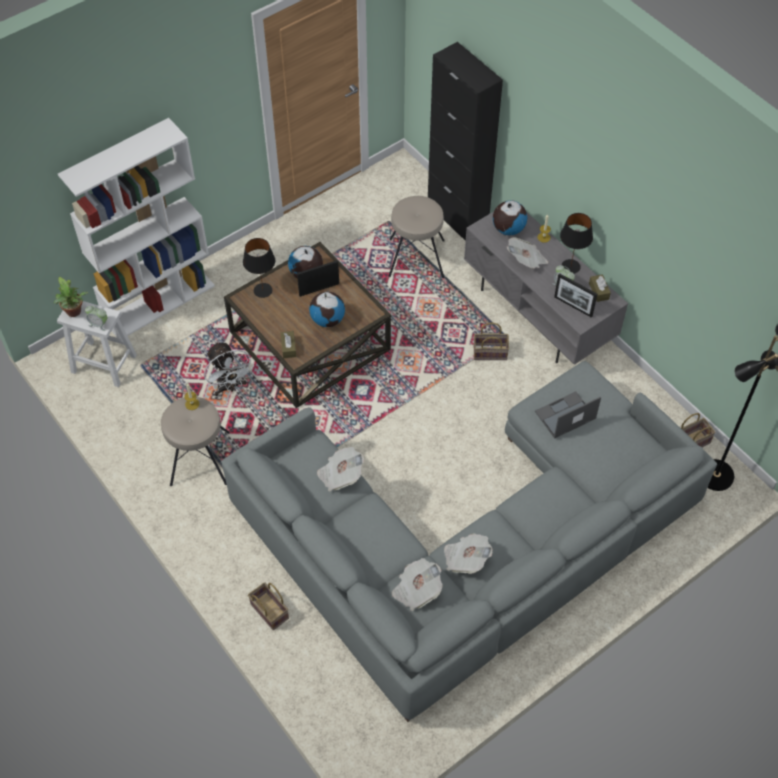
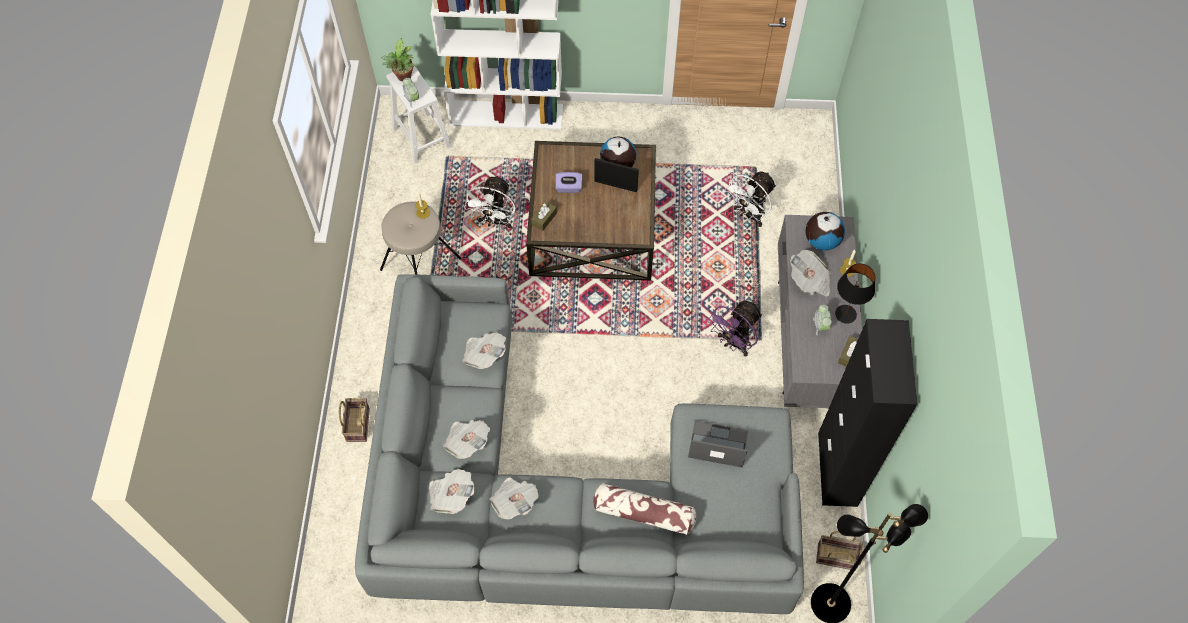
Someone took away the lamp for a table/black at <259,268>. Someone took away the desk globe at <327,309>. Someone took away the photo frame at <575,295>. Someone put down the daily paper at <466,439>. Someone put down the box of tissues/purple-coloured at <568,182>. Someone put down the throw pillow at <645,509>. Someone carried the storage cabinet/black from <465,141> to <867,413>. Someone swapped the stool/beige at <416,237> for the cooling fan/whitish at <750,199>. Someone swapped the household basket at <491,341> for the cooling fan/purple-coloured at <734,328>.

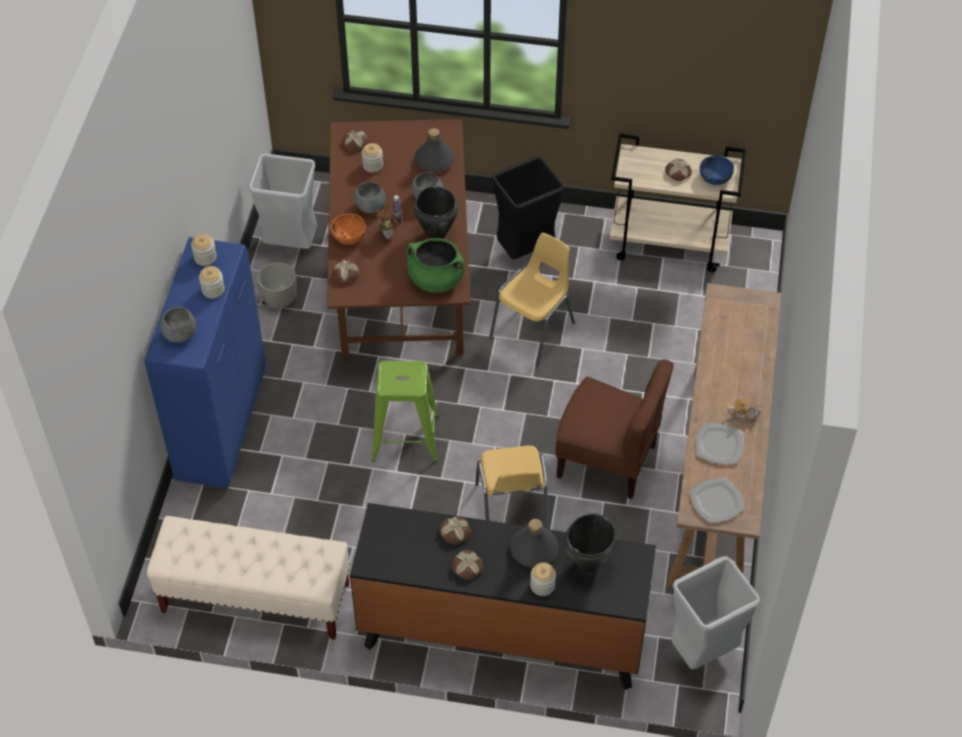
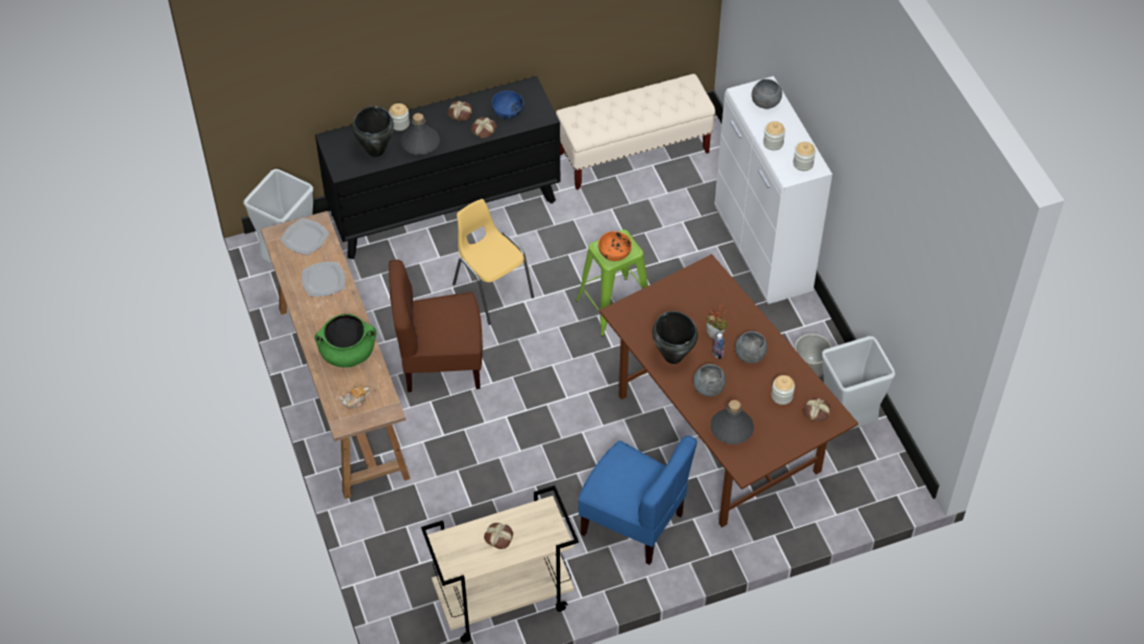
Someone took away the bread at <346,271>. Someone took away the plain chair/yellow at <532,300>. Someone carried the bowl/orange from <348,229> to <615,246>. Someone carried the stockpot/green from <435,265> to <345,341>. Someone carried the bowl/bluish from <716,170> to <508,105>. Someone carried the tea pot from <744,410> to <354,396>. Someone swapped the rubbish bin/black at <528,207> for the plain chair/bluish at <637,500>. Someone repainted the storage cabinet/bluish at <205,362>, which became the storage cabinet/whitish at <773,190>.

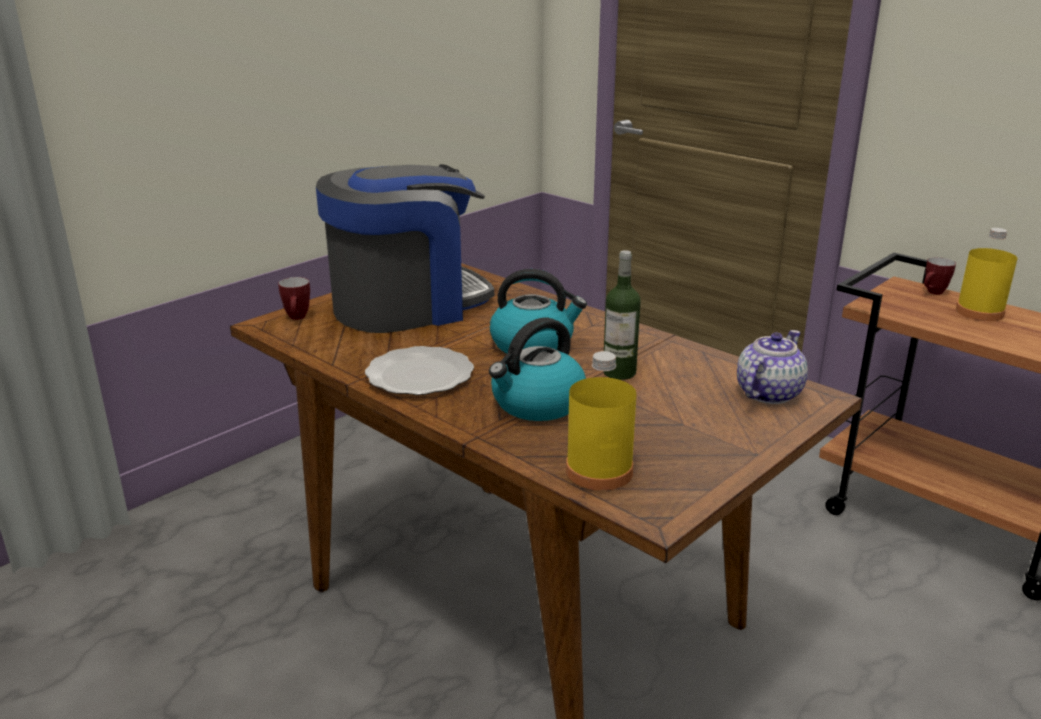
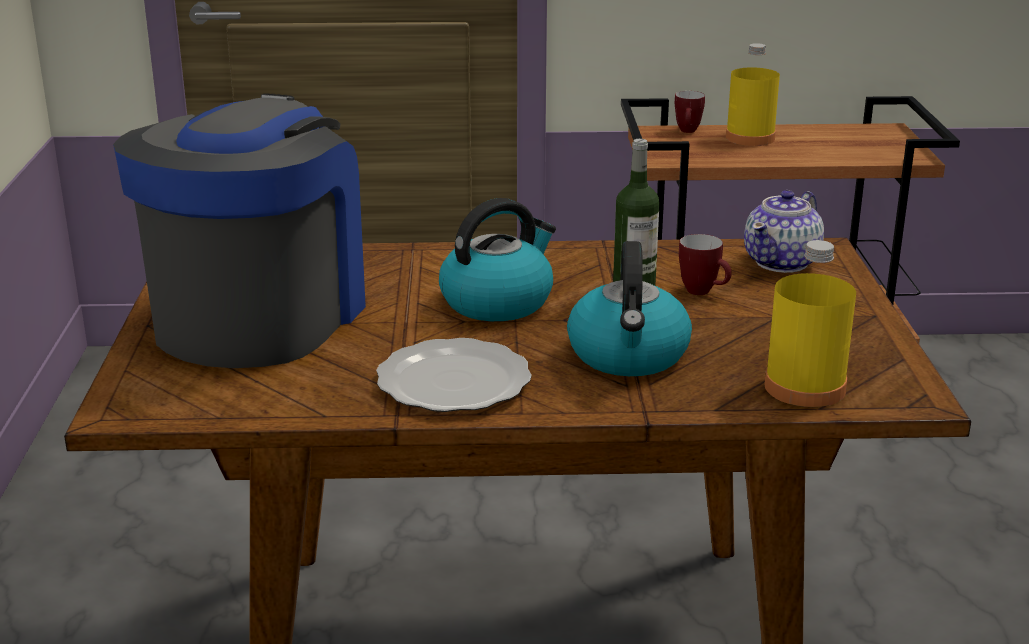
Someone carried the tea mug from <294,298> to <705,264>. Someone rotated the tea pot at <772,367> by 135 degrees counterclockwise.

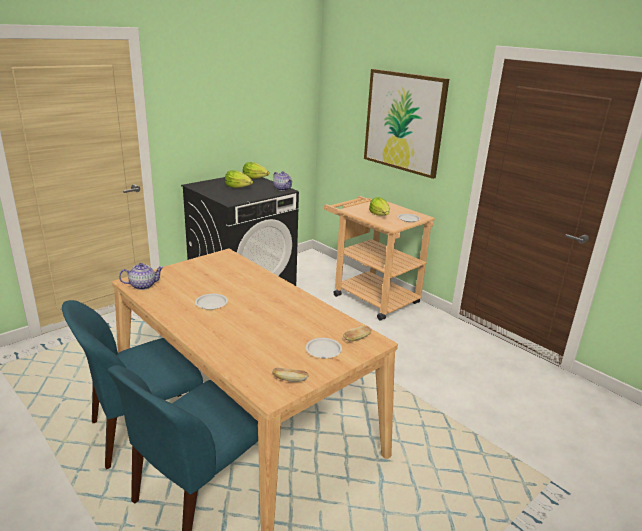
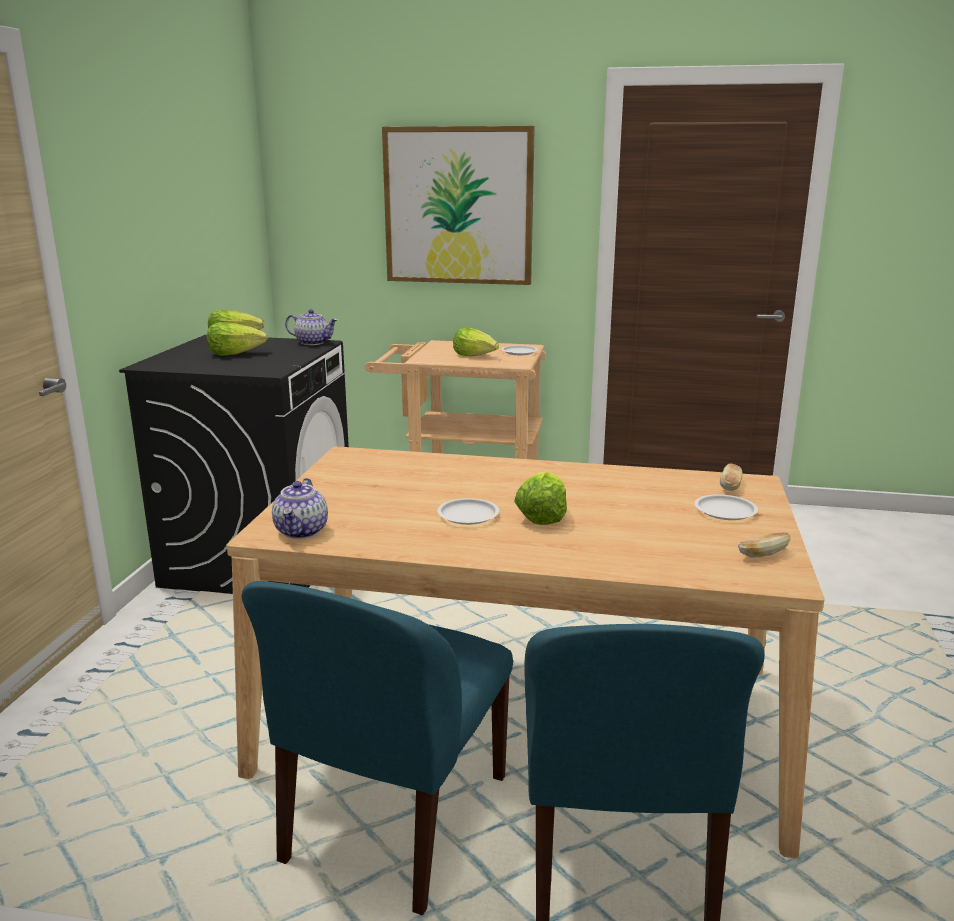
Someone put down the lettuce head at <540,498>. Someone rotated the tea pot at <141,276> by 150 degrees clockwise.

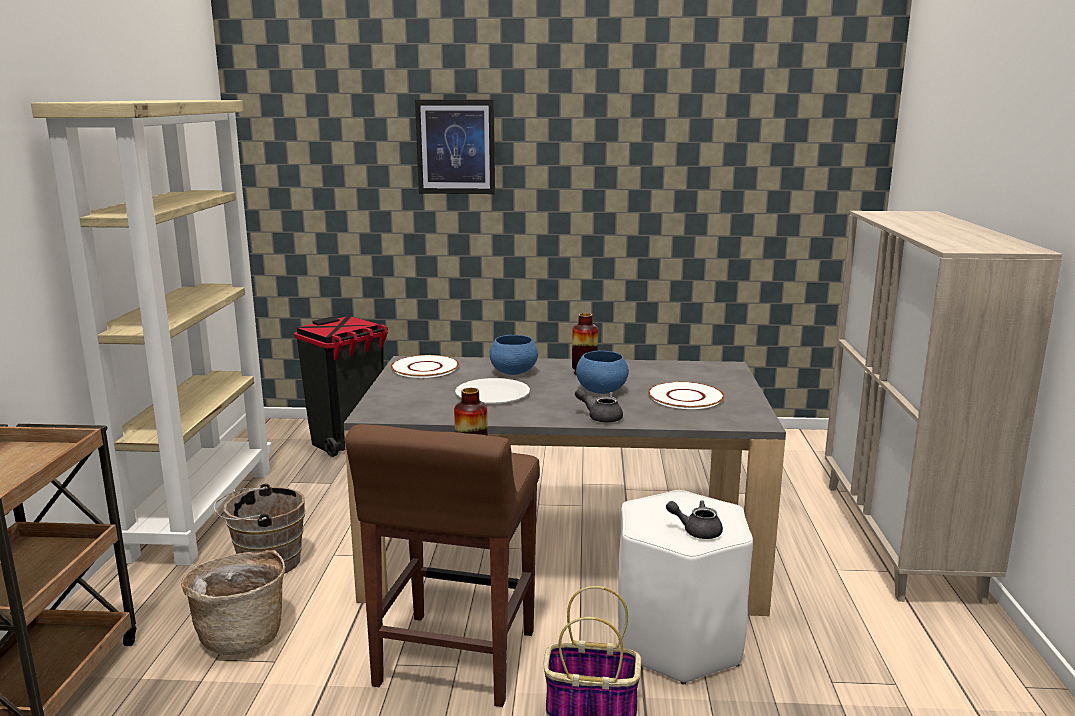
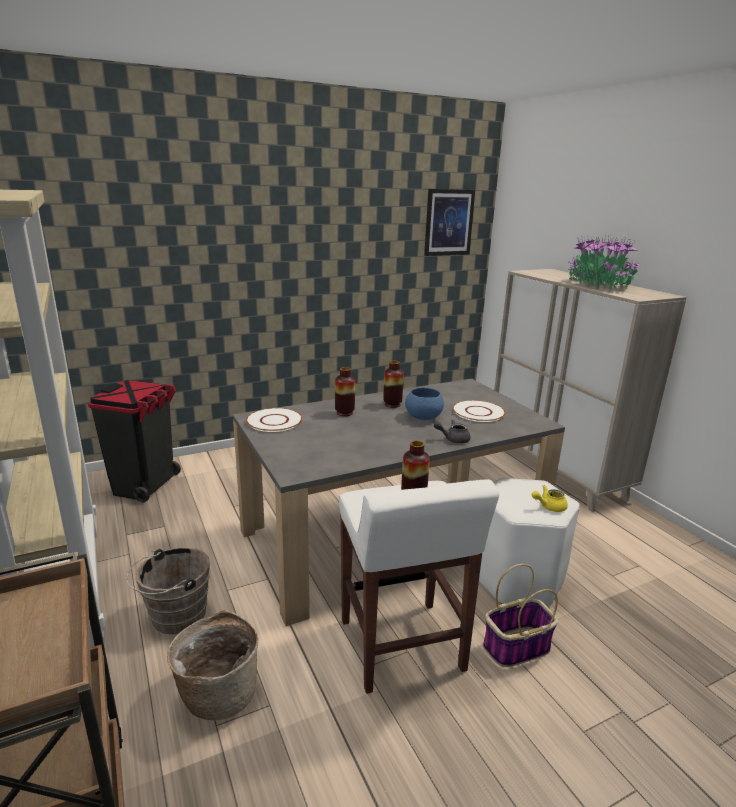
Someone took away the plate/whitish at <492,391>. Someone put down the potted plant at <604,262>. Someone carried the picture from <455,147> to <449,222>. Someone swapped the bowl/bluish at <513,355> for the decorative vase at <345,391>. Someone repainted the stool/brown-coloured at <442,565>, which became the stool/whitish at <419,586>. Someone repainted the tea pot/gray at <694,519>, which became the tea pot/yellow at <550,498>.

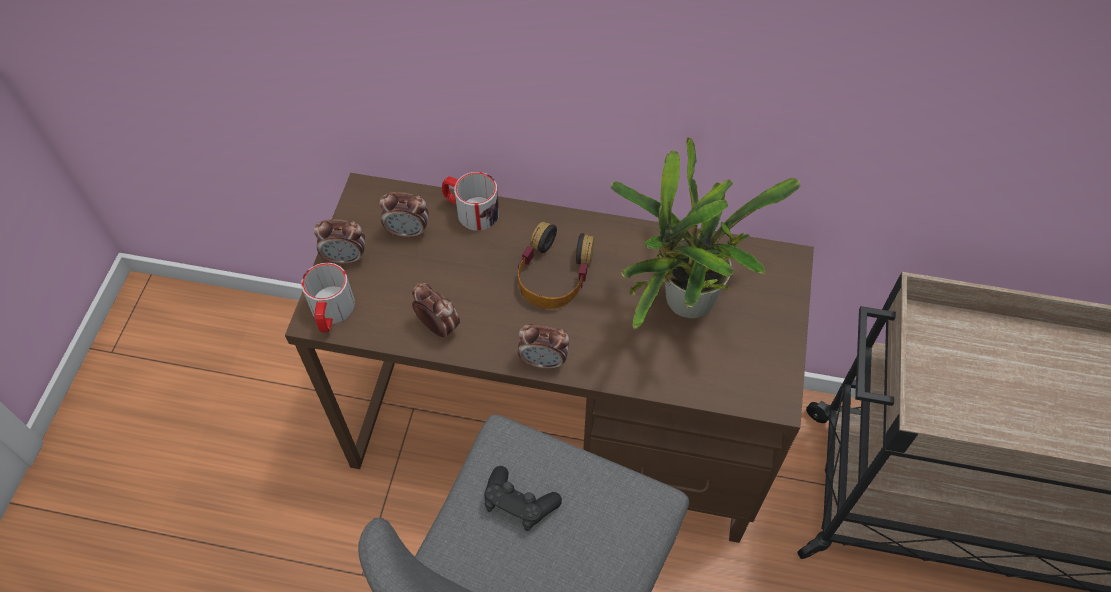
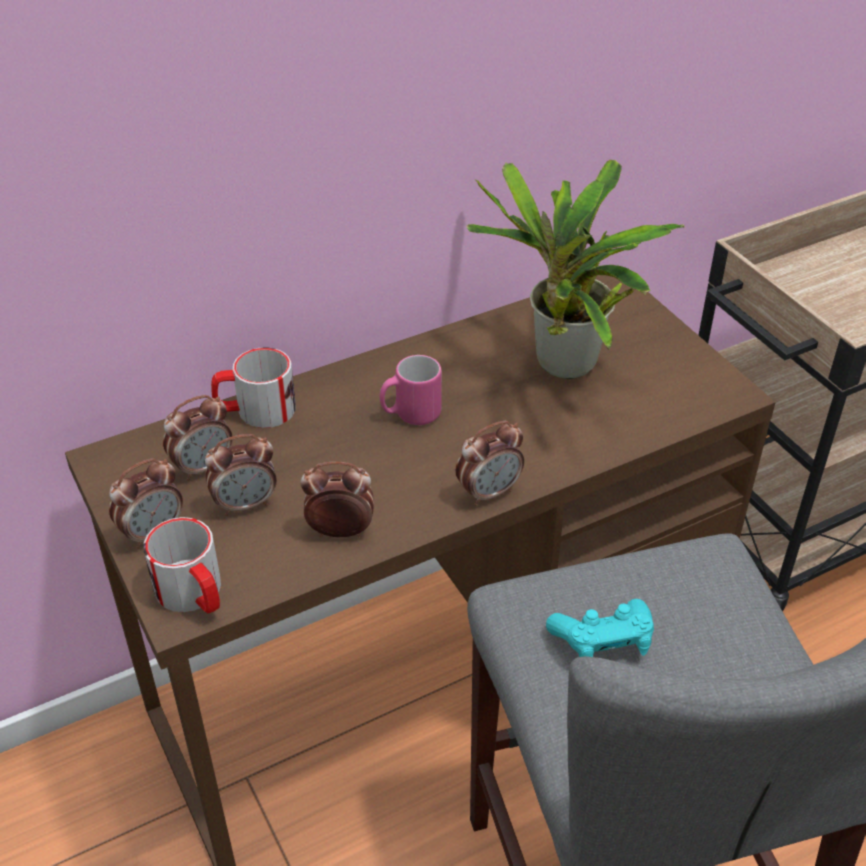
Someone put down the table clock at <241,475>. Someone swapped the headset at <556,265> for the tea mug/pink at <411,390>. Someone repainted the game controller/black at <523,498>, which became the game controller/turquoise-coloured at <600,628>.

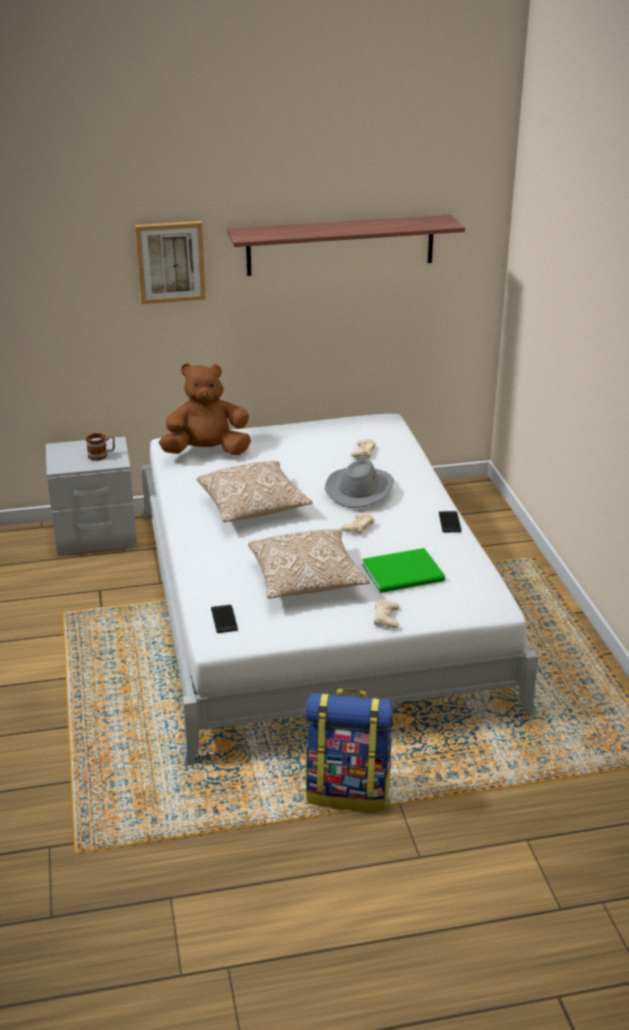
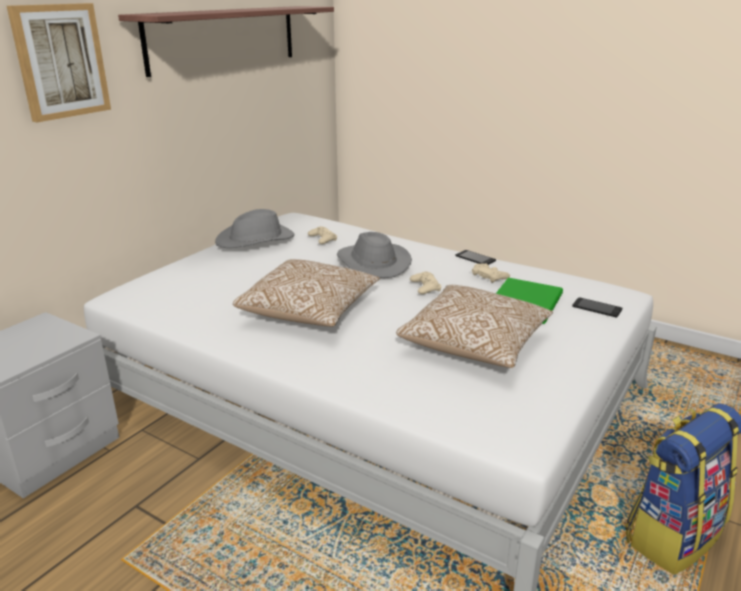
Someone took away the tea mug at <100,447>. Someone took away the soft toy/brown-coloured at <205,409>. Someone put down the wearable hat/gray at <255,228>. Someone carried the phone from <224,619> to <597,307>. Someone carried the game controller/beige from <387,614> to <491,273>.

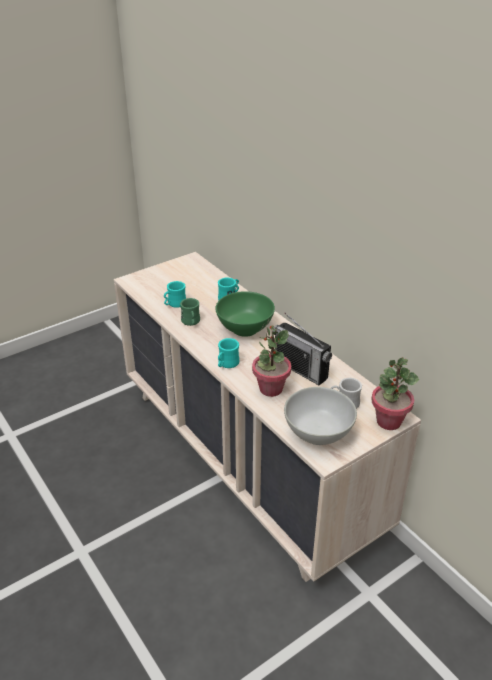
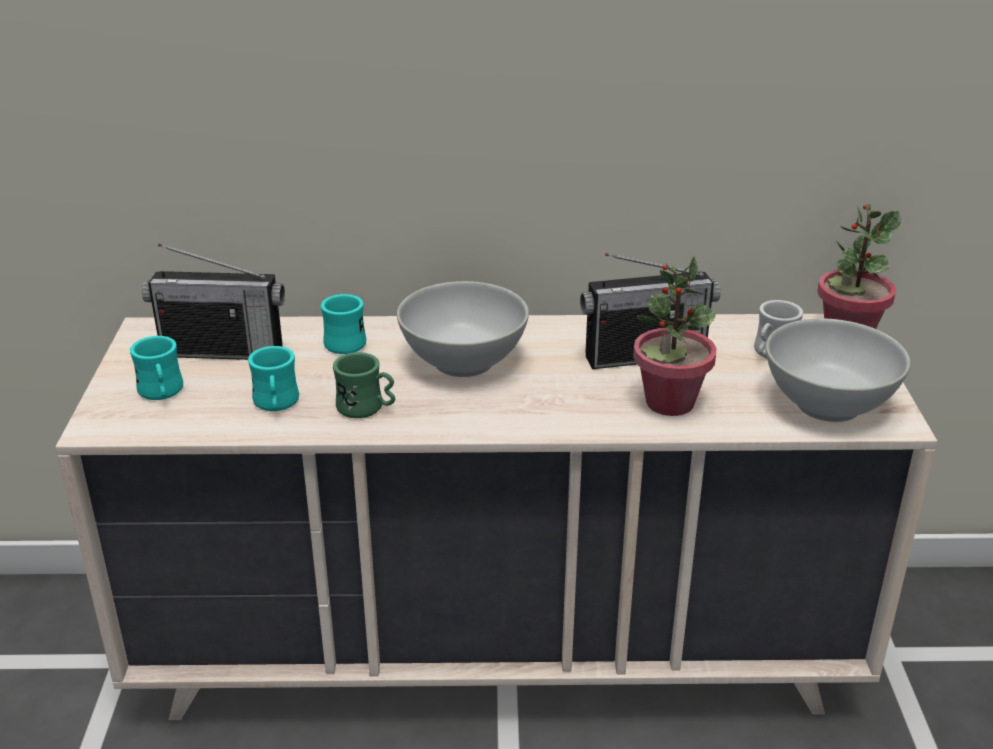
Someone put down the radio receiver at <213,302>. Someone carried the tea mug/turquoise-coloured from <229,353> to <156,368>. Someone repainted the bowl/green at <245,314>, which became the bowl/whitish at <463,329>.

